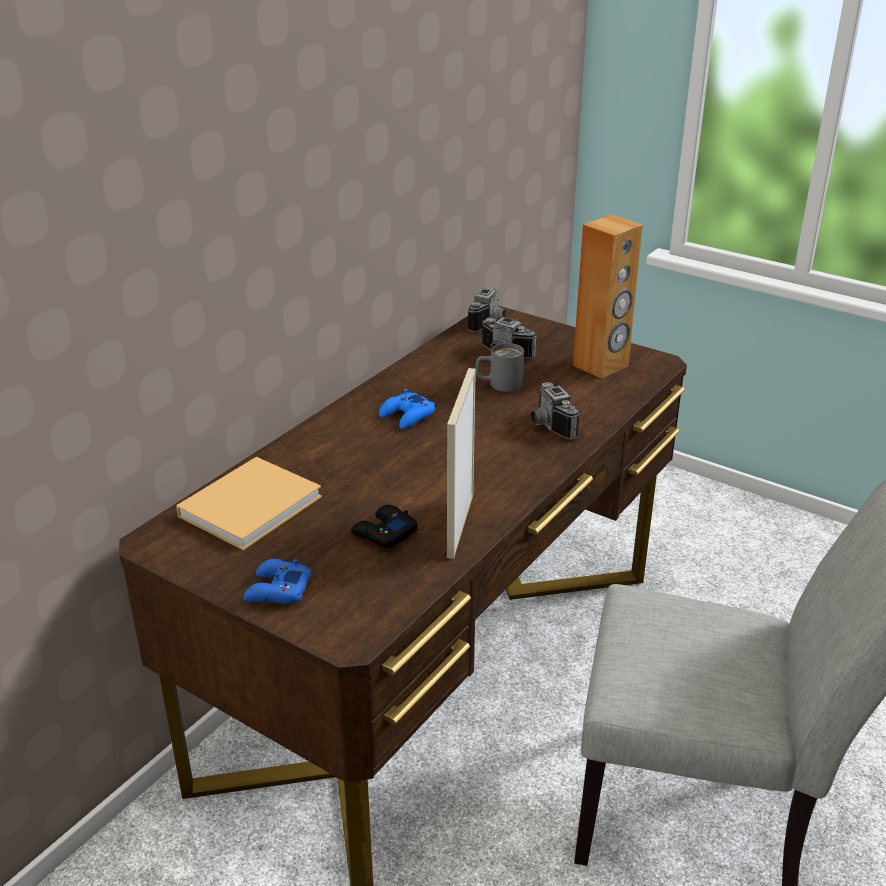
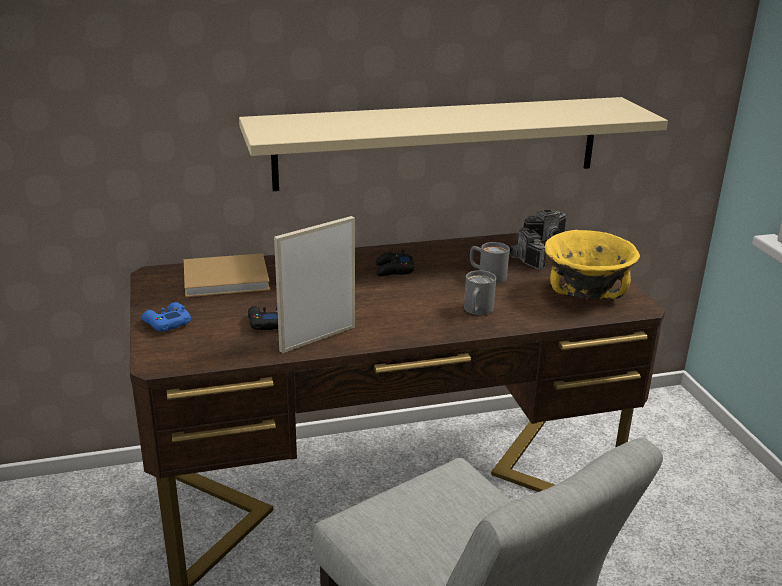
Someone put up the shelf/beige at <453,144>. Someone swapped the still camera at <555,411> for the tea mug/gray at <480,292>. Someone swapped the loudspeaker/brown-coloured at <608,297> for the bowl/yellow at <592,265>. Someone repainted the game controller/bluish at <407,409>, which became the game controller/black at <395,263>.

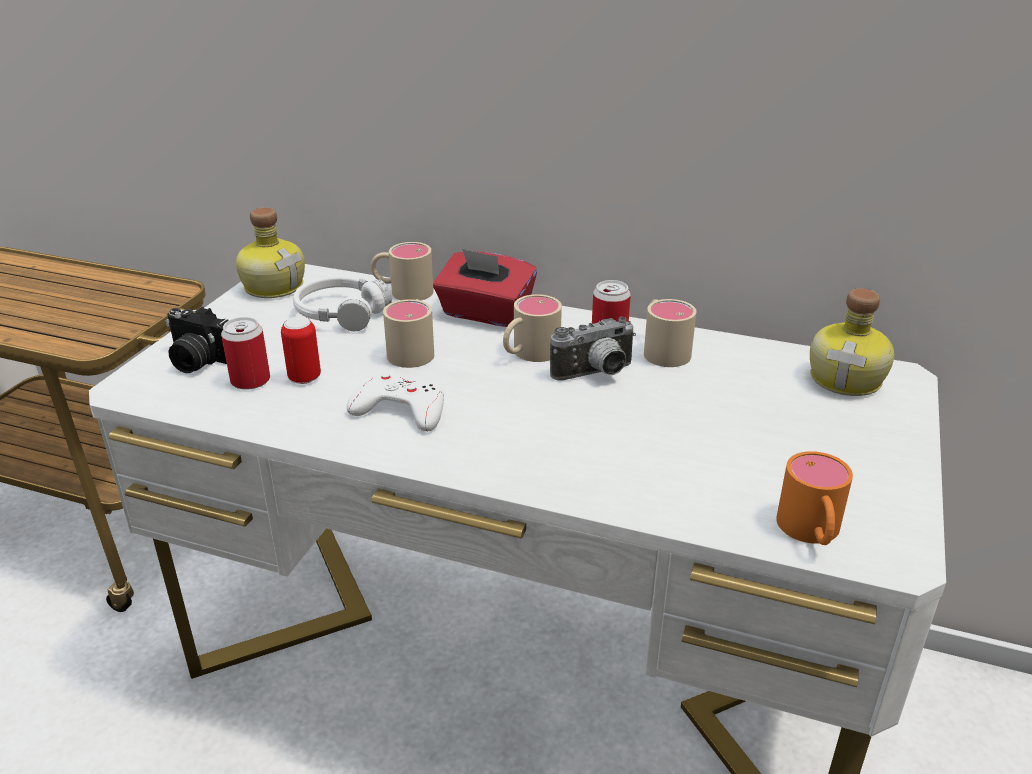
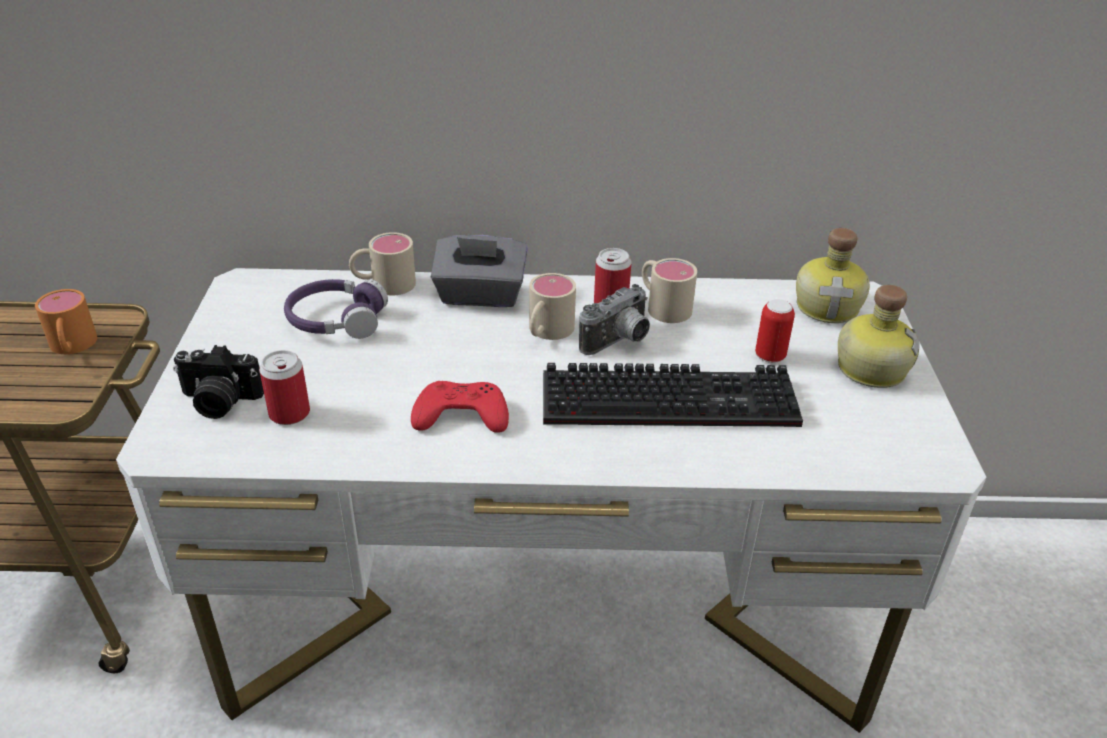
Someone took away the tea mug/beige at <408,333>. Someone put down the PC keyboard at <673,395>. Someone carried the beverage bottle from <270,252> to <878,336>. Someone carried the sealed can from <301,350> to <775,331>. Someone carried the tea mug/orange from <814,498> to <66,321>. Someone repainted the headset/whitish at <342,303>, which became the headset/purple-coloured at <336,309>. Someone repainted the game controller/whitish at <395,402>, which became the game controller/red-coloured at <460,407>. Someone repainted the box of tissues/red-coloured at <485,287>, which became the box of tissues/gray at <479,271>.

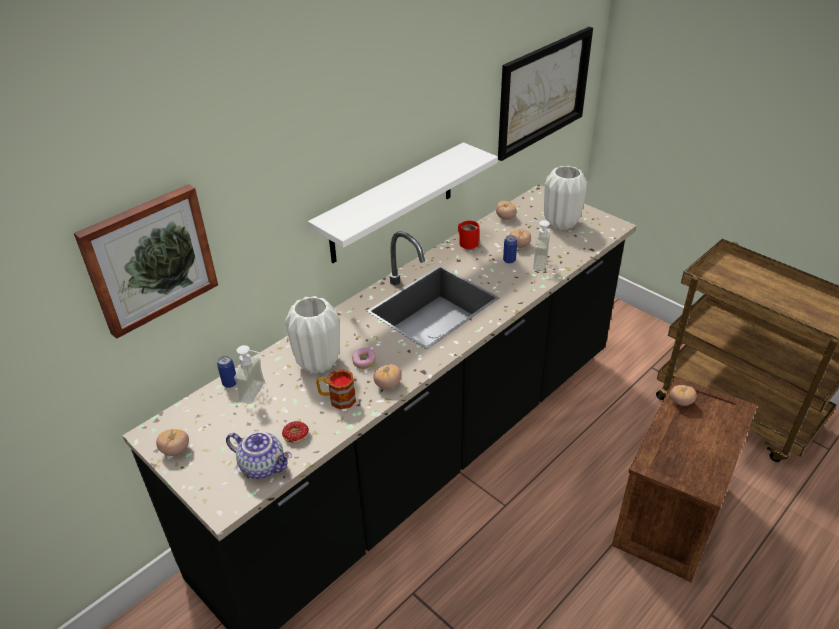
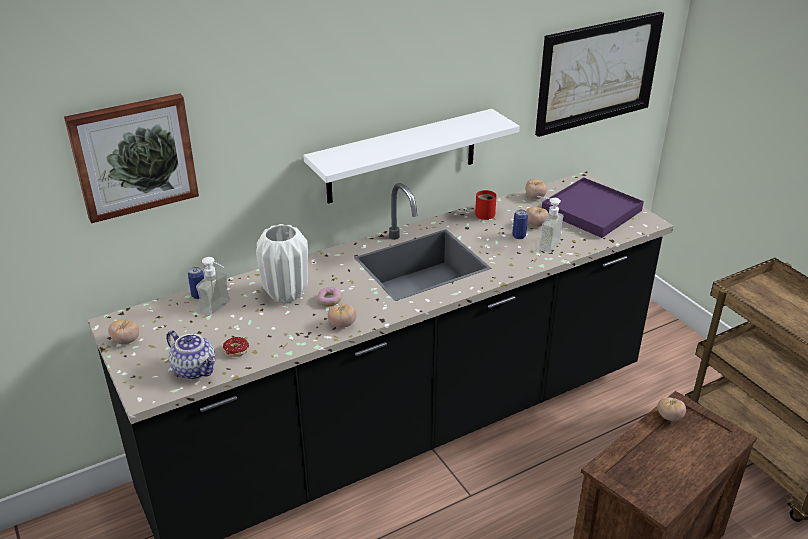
Someone took away the tea mug at <336,389>. Someone swapped the decorative vase/whitish at <565,198> for the carrying tray/purple-coloured at <593,207>.

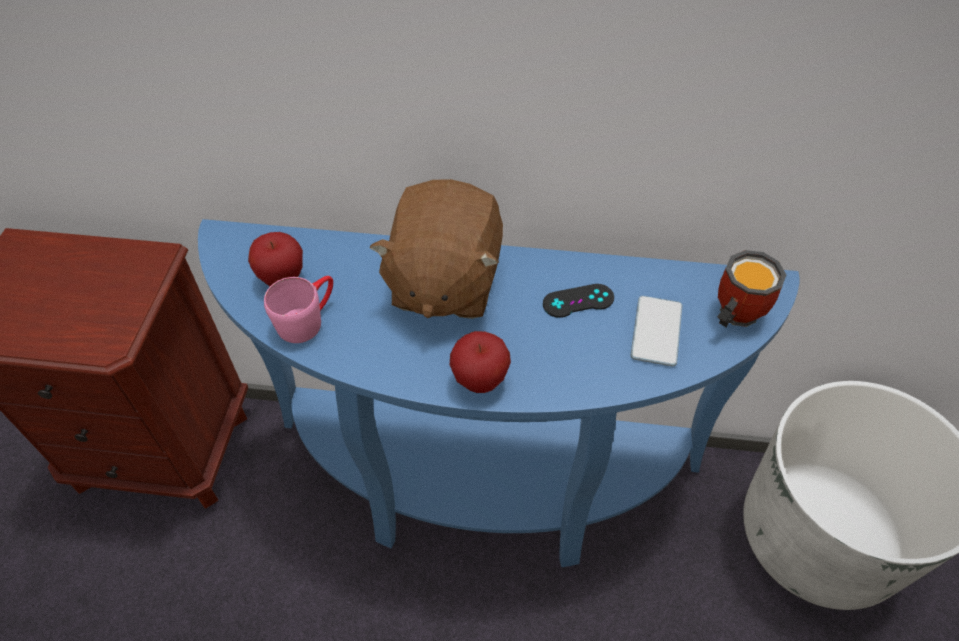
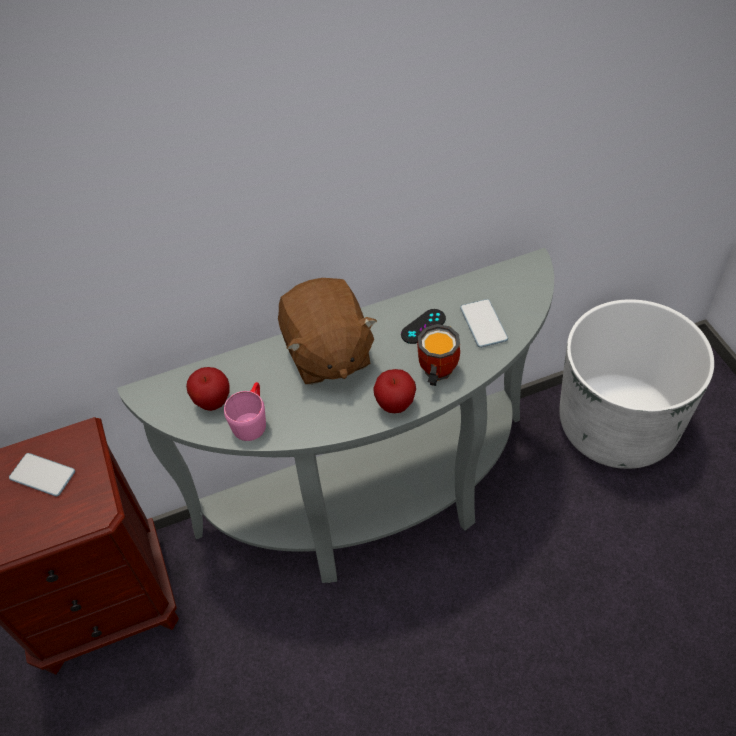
Someone put down the phone at <42,475>. Someone carried the tea mug from <751,289> to <438,355>. Someone repainted the hall table/bluish at <498,393>, which became the hall table/gray at <335,415>.

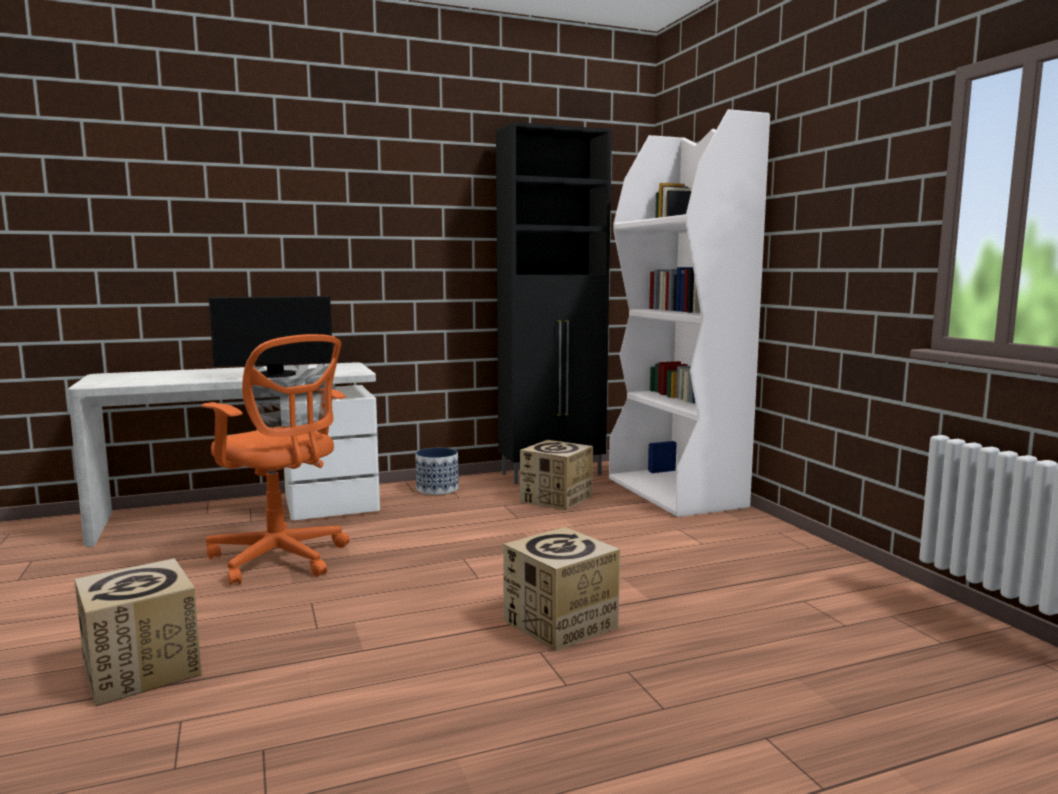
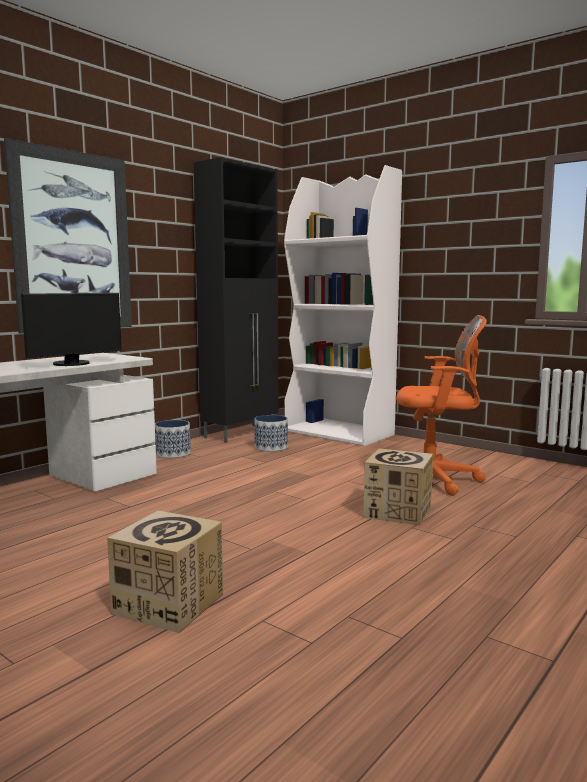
Someone put up the picture at <68,236>. Someone carried the computer chair/orange from <276,460> to <441,405>. Someone swapped the cardboard box at <556,475> for the plant pot at <271,433>.

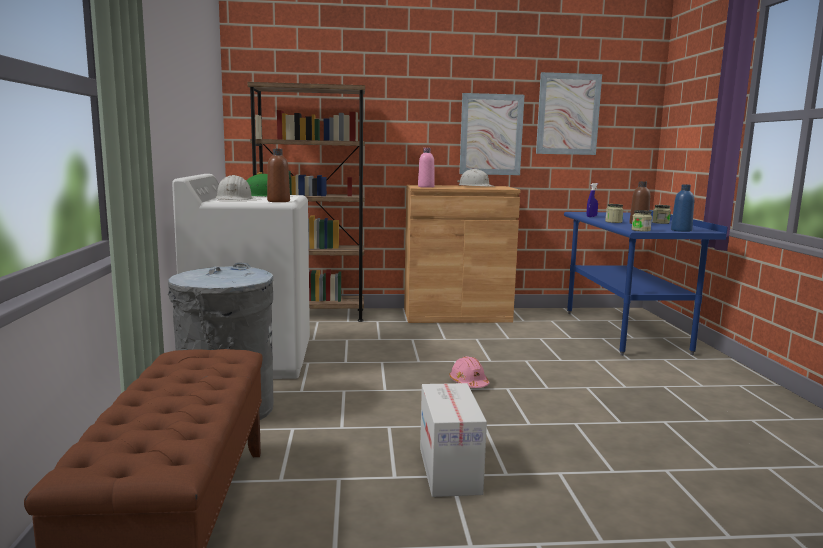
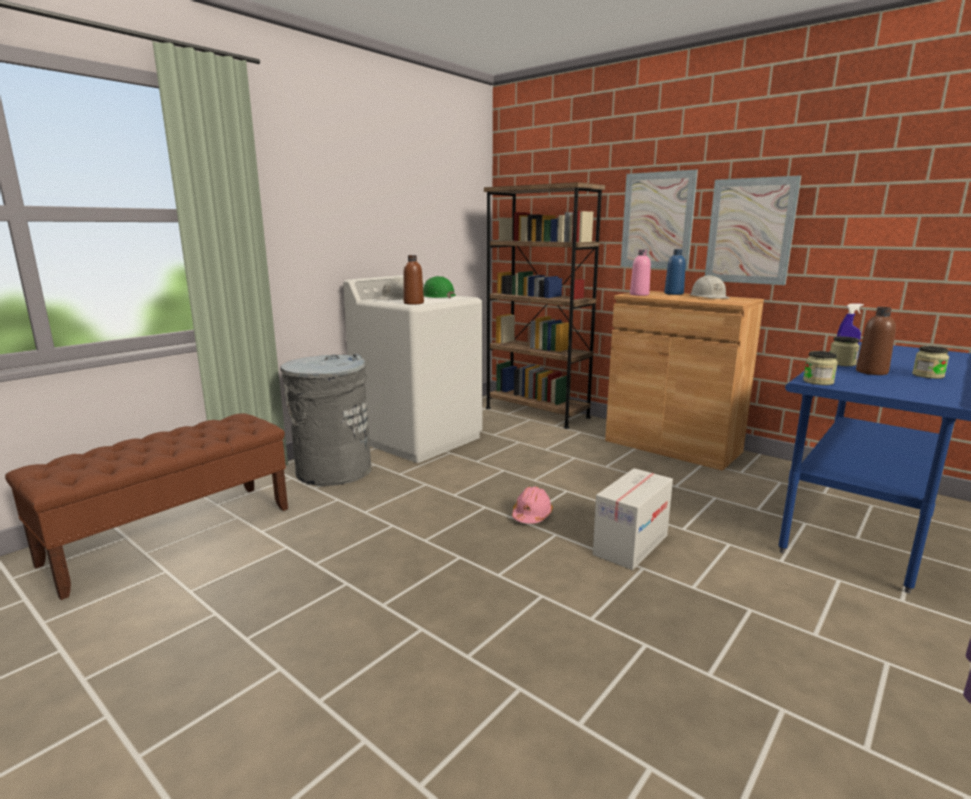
Someone carried the cardboard box from <453,440> to <633,519>. Someone carried the picture from <569,113> to <659,219>. Someone carried the beverage bottle/bluish from <682,208> to <675,272>.

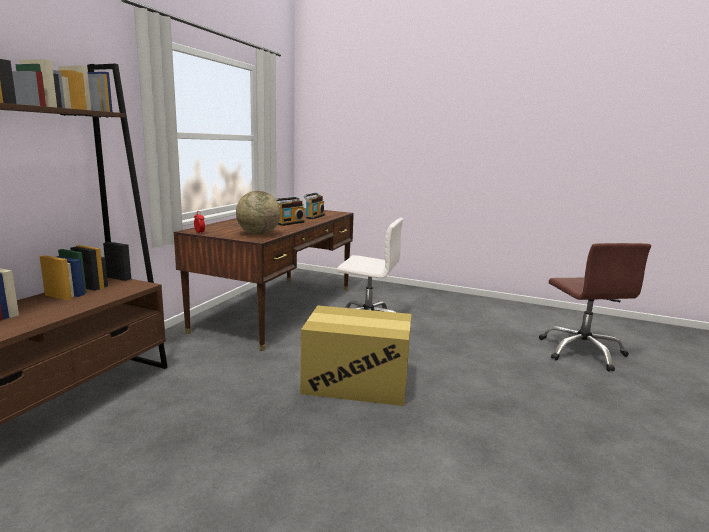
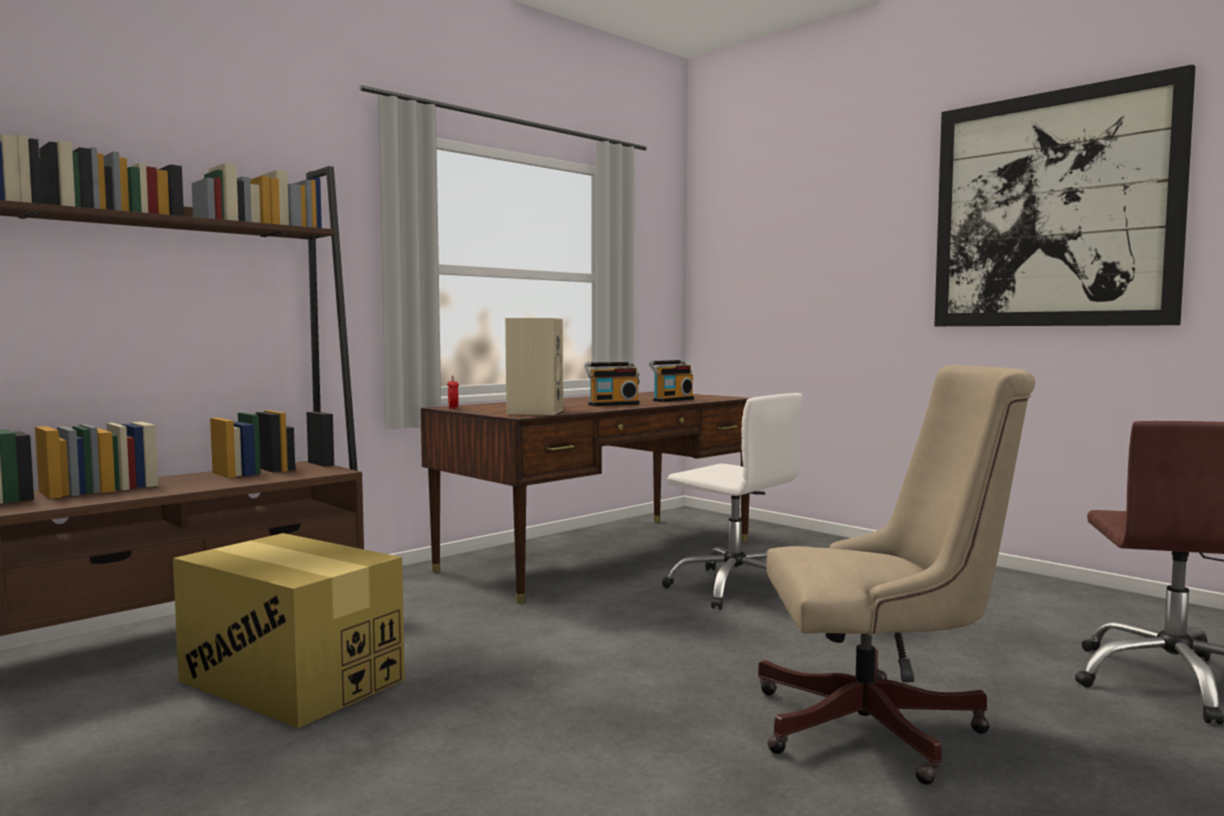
Someone put down the computer chair/beige at <896,575>. Someone put up the picture at <1064,195>. Someone carried the cardboard box from <355,355> to <289,630>. Someone swapped the desk globe at <258,213> for the loudspeaker/beige at <534,366>.

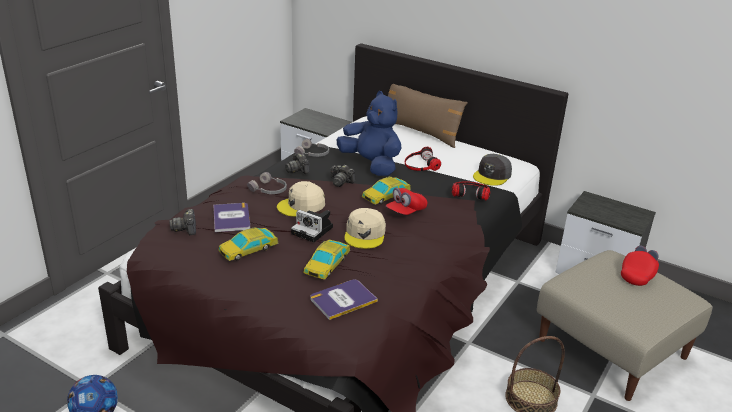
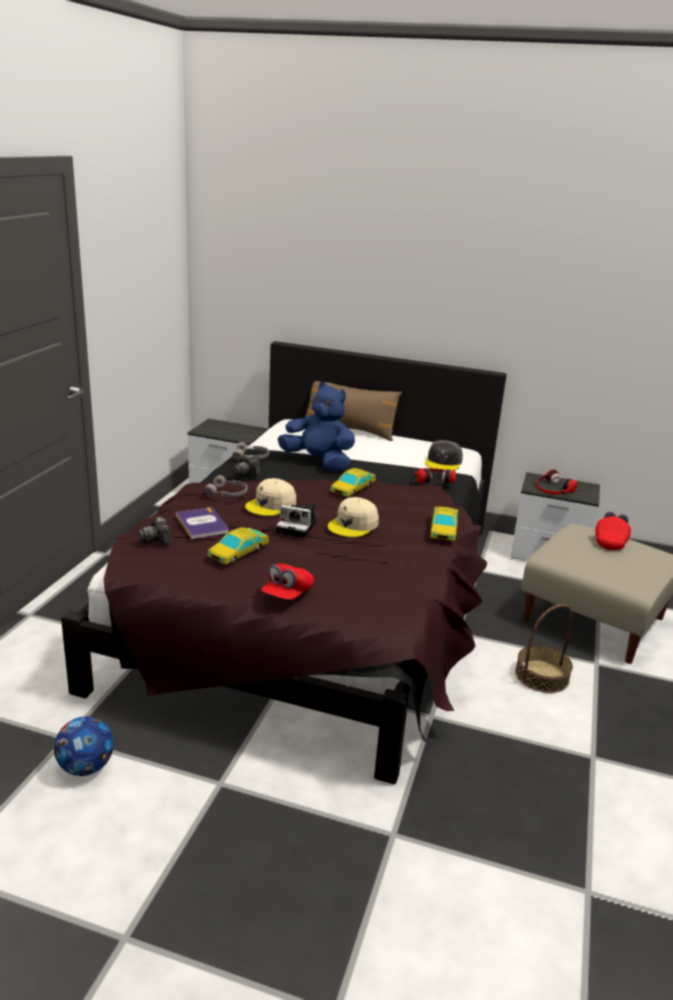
Someone took away the volume at <344,299>. Someone took away the still camera at <342,175>. Someone carried the toy car from <326,259> to <444,523>. Someone carried the cap/red-coloured from <406,201> to <287,582>. Someone carried the headset from <423,159> to <556,481>. Someone rotated the cap/beige at <365,228> by 45 degrees clockwise.

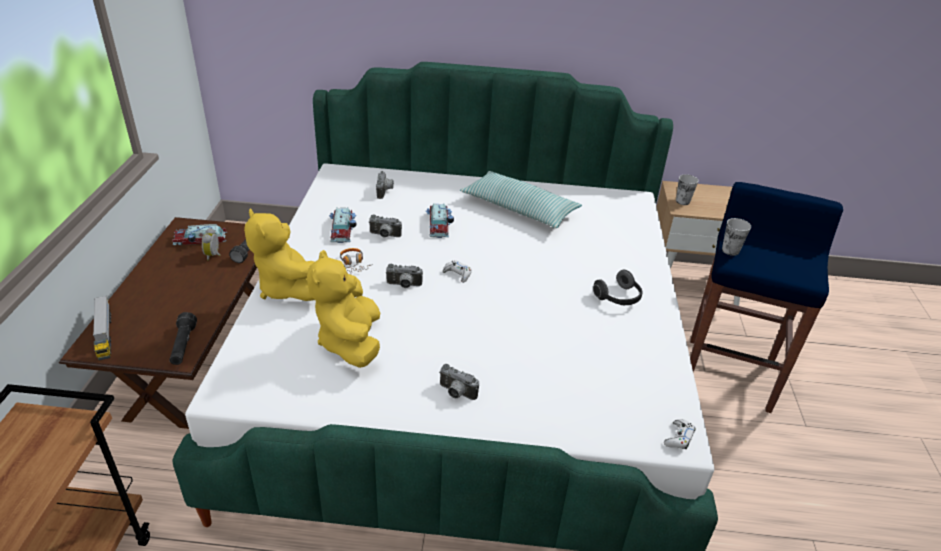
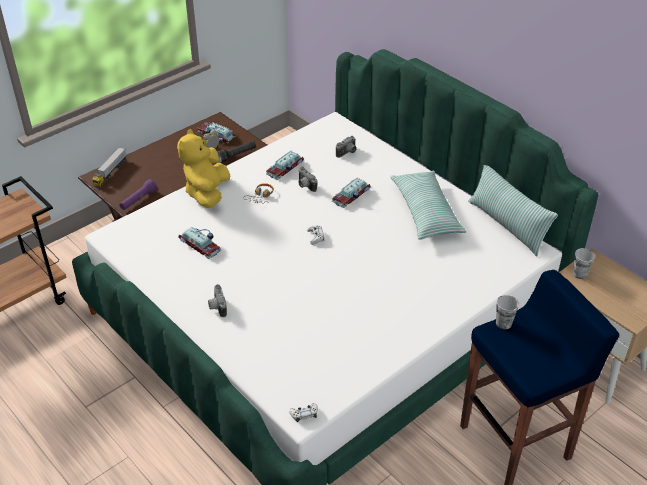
Someone took away the still camera at <404,276>. Someone took away the headset at <618,287>. Someone put down the throw pillow at <513,210>. Someone swapped the soft toy/yellow at <343,309> for the toy car at <199,243>. Someone repainted the torch/black at <183,338>, which became the torch/purple-coloured at <138,194>.

